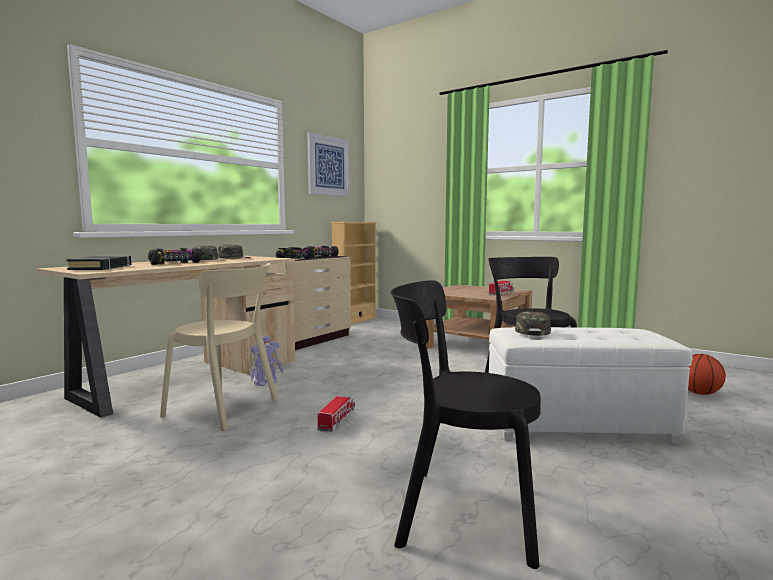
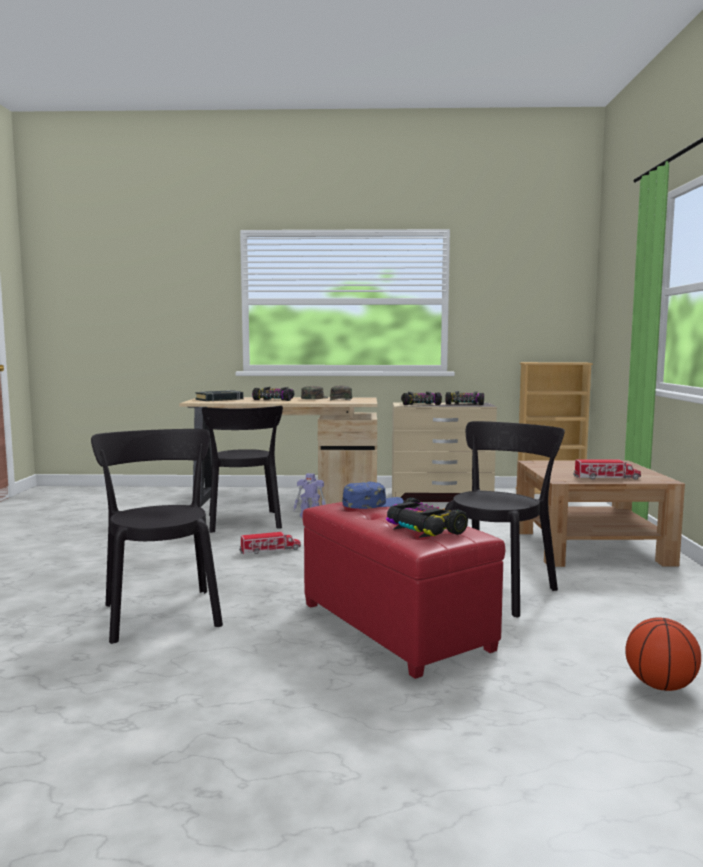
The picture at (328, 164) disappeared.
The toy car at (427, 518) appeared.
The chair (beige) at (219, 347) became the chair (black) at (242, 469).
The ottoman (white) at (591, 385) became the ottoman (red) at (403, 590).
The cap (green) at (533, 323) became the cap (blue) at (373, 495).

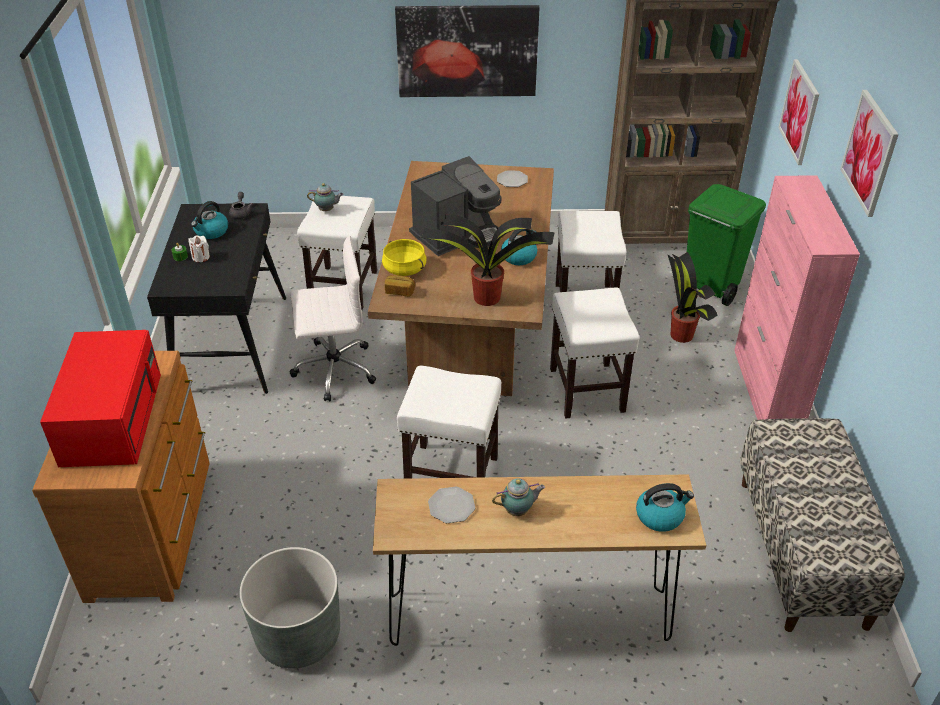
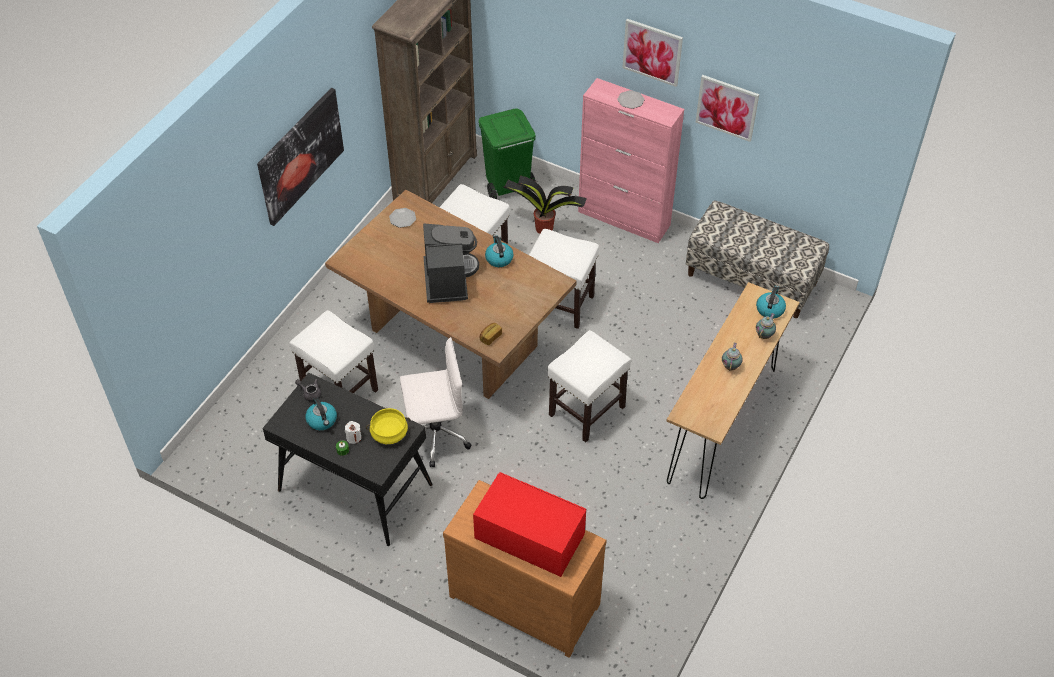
The planter (grey) at (289, 608) disappeared.
The potted plant at (487, 260) disappeared.
The teapot moved from (325, 197) to (766, 326).
The cooking pot (yellow) moved from (404, 257) to (388, 426).
The plate moved from (451, 505) to (631, 99).
The picture moved from (798, 112) to (727, 108).
The office chair (white) at (333, 319) turned 60 degrees clockwise.

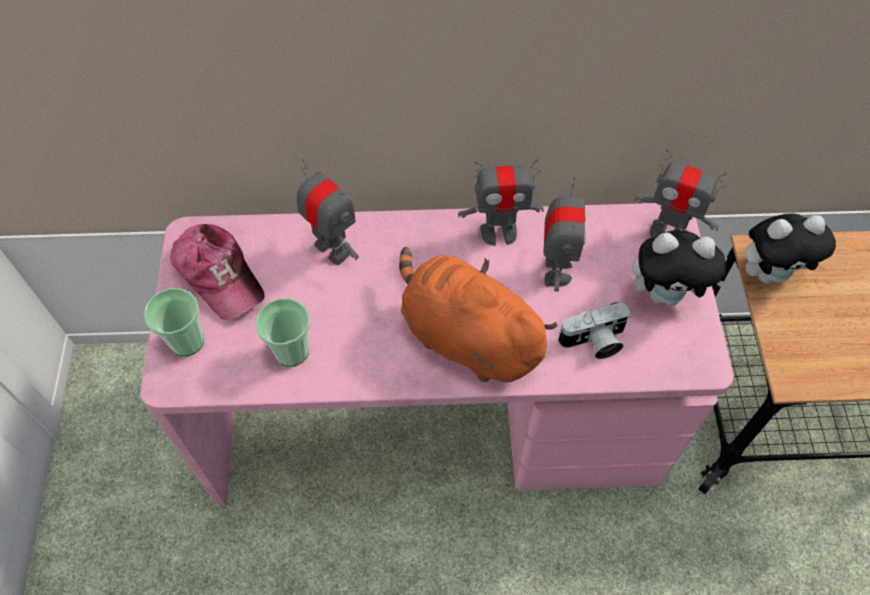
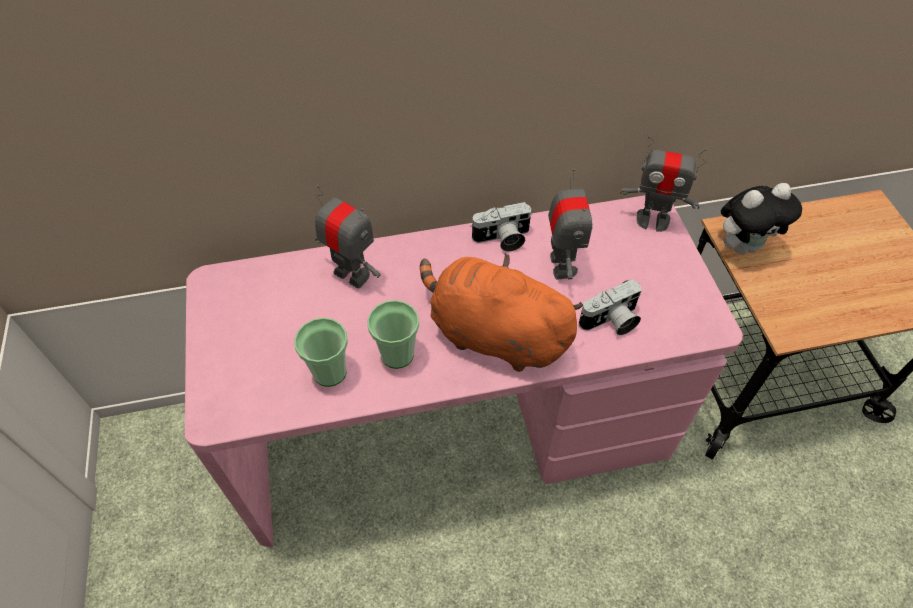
The cap at (217, 272) disappeared.
The plush toy at (679, 268) disappeared.
The cup moved from (174, 322) to (393, 334).
The toy robot at (501, 202) was replaced by the photo camera at (501, 227).

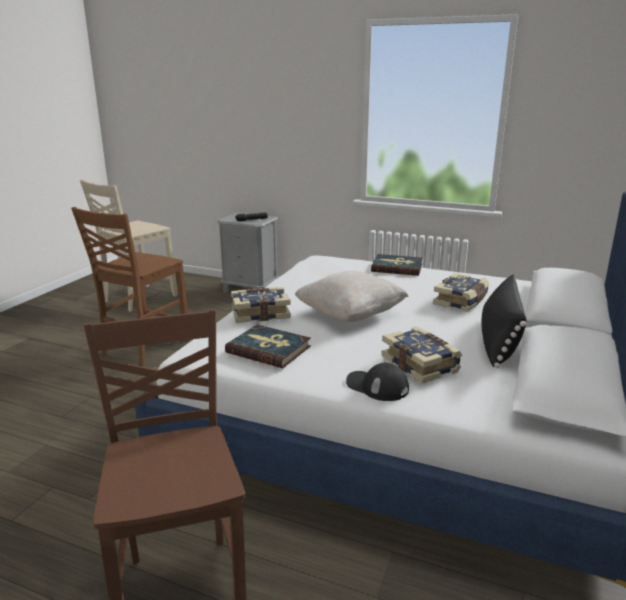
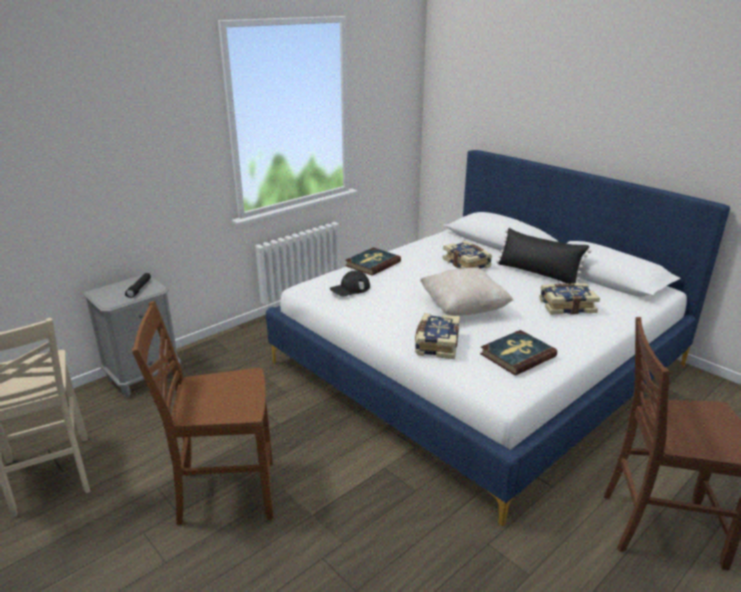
The cap (black) moved from (377, 381) to (350, 283).
The chair (brown) at (130, 286) turned 120 degrees clockwise.

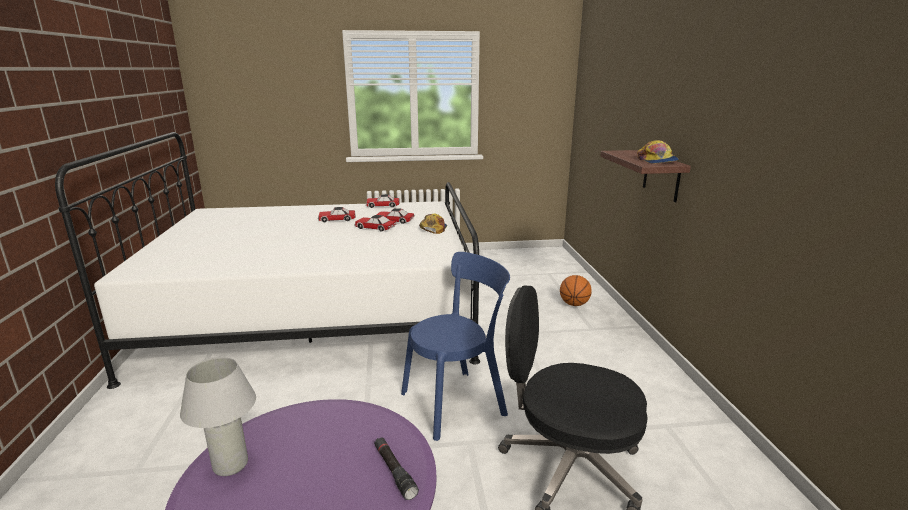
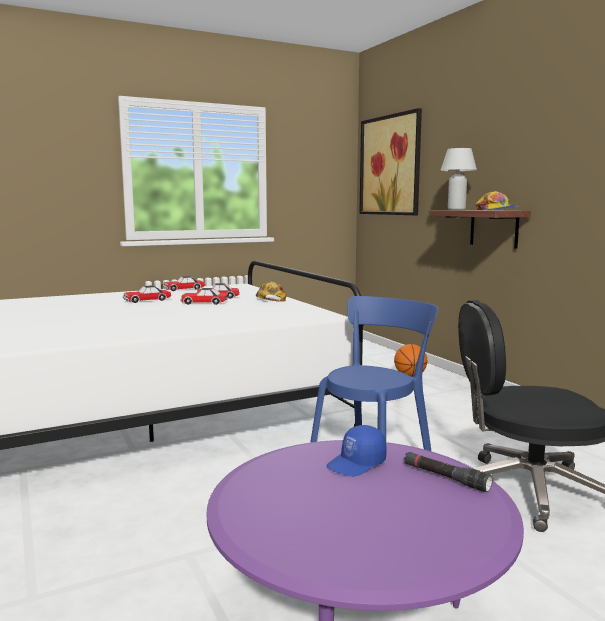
The cap (blue) at (356, 451) appeared.
The picture at (390, 161) appeared.
The table lamp (white) moved from (218, 416) to (458, 179).

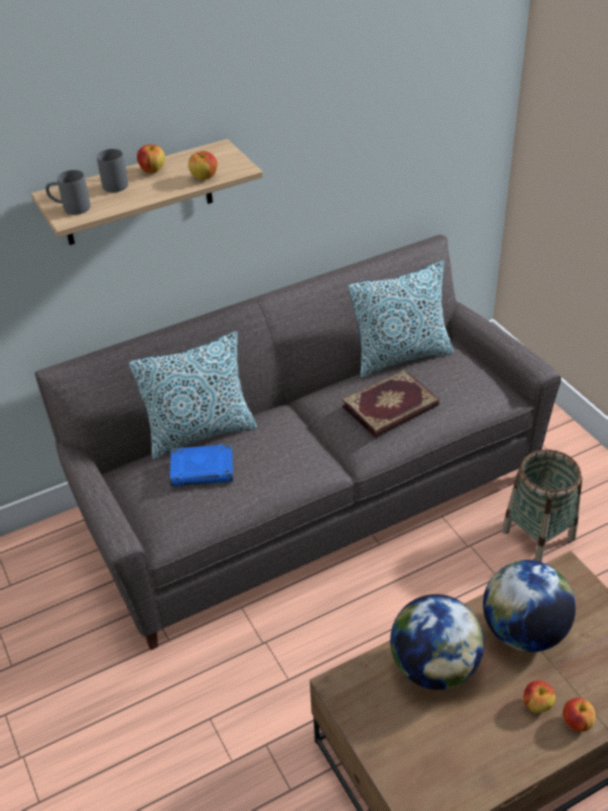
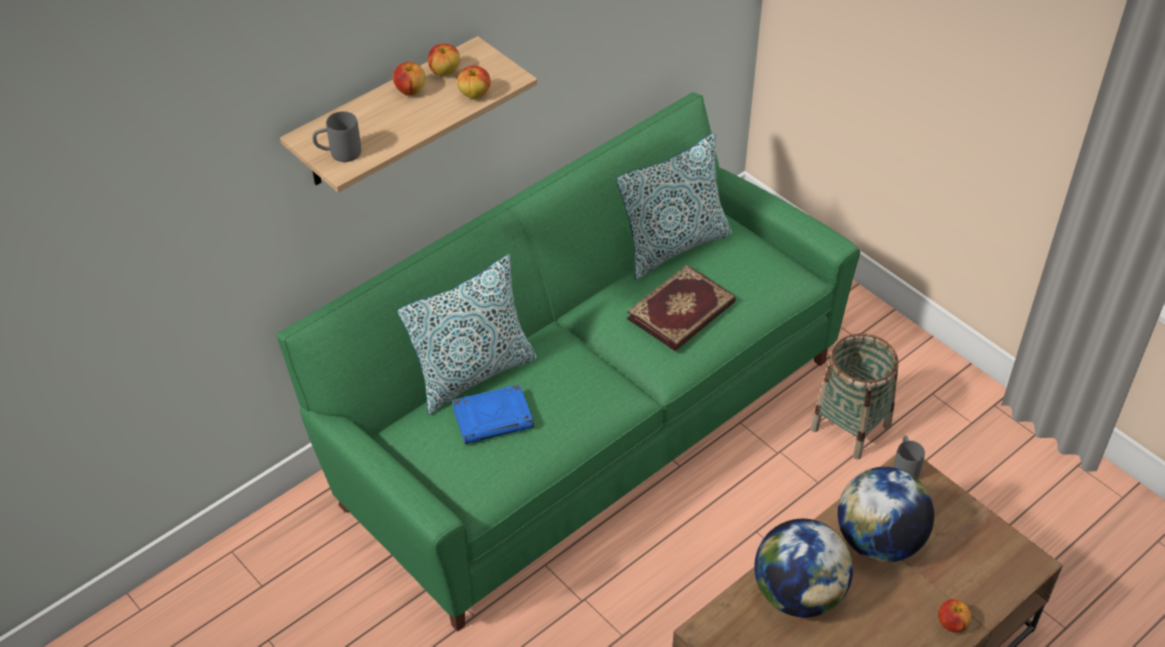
The mug (grey) moved from (112, 170) to (909, 457).
The apple moved from (540, 697) to (444, 60).
The sofa (grey) at (298, 442) became the sofa (green) at (568, 362).

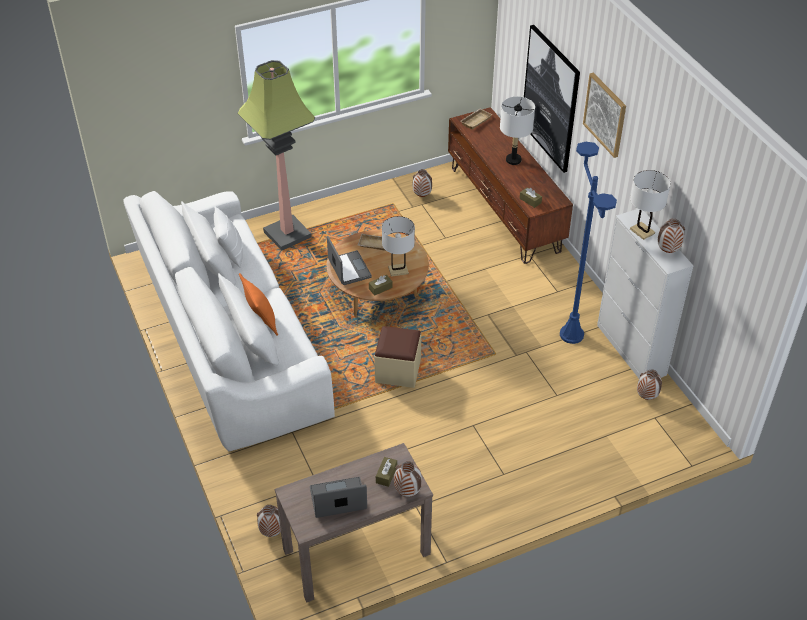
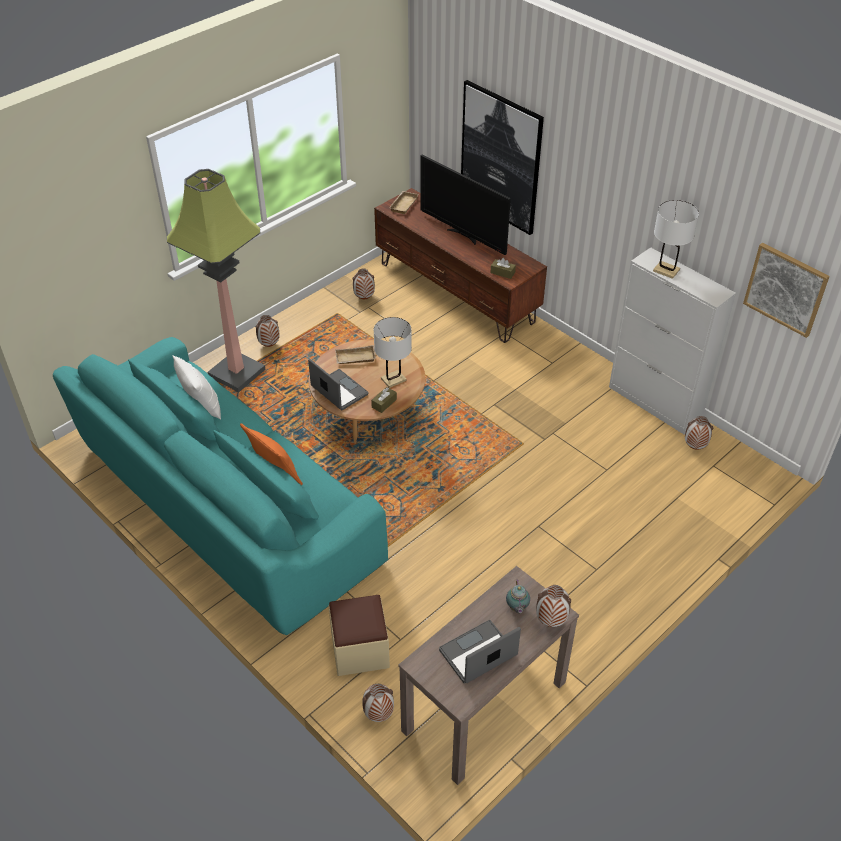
The floor lamp (blue) at (588, 243) disappeared.
The ottoman (beige) moved from (397, 357) to (359, 635).
The picture moved from (604, 115) to (786, 290).
The vase moved from (671, 235) to (267, 331).
The tissue box (brown) at (386, 472) was replaced by the teapot at (518, 596).
The table lamp (white) at (517, 130) was replaced by the television at (466, 204).
The sofa (white) at (229, 321) became the sofa (turquoise) at (220, 486).

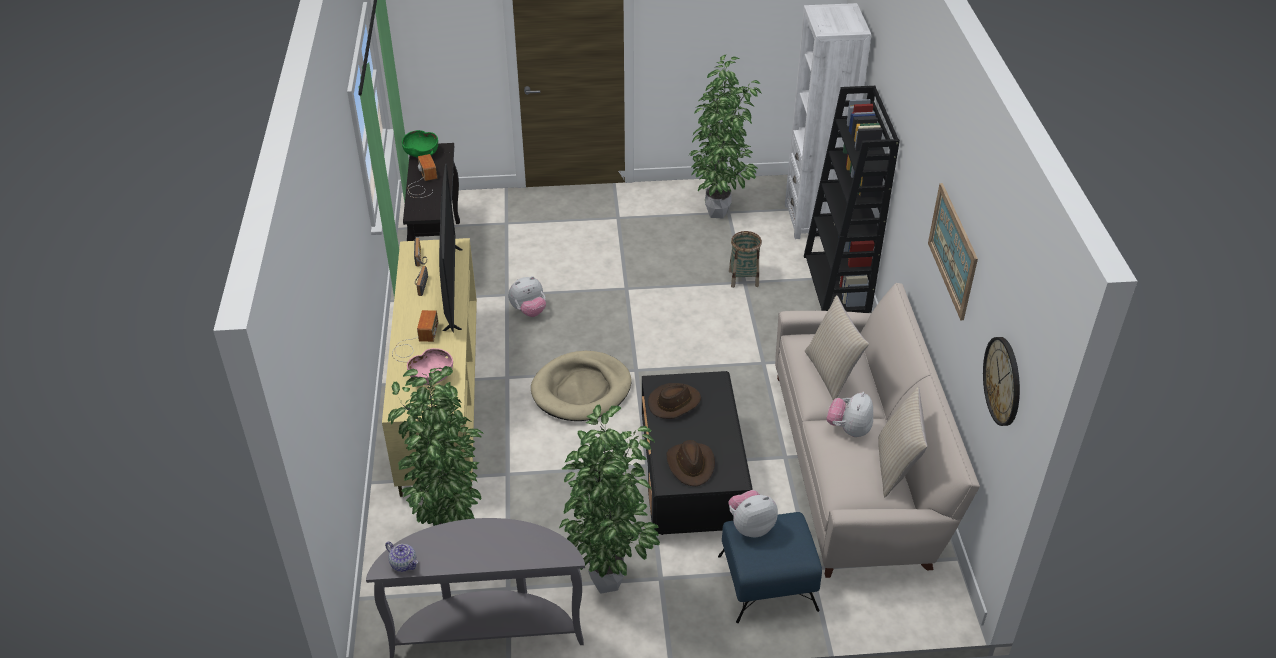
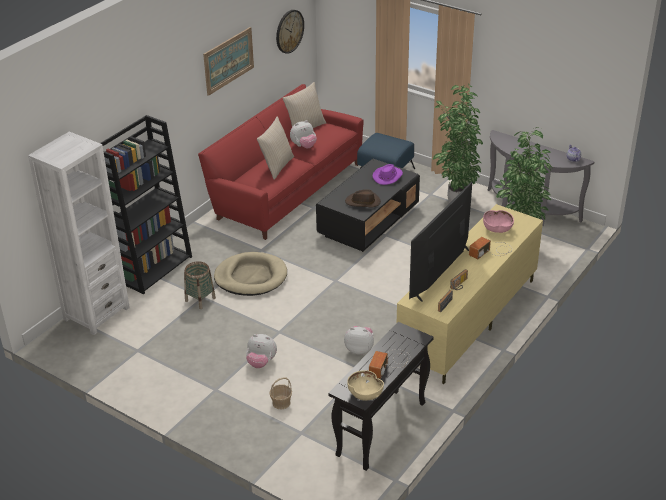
The potted plant at (725, 136) disappeared.
The basket at (280, 393) appeared.
The dog bed (beige) moved from (581, 386) to (250, 274).
The plush toy moved from (753, 513) to (261, 351).
The bowl (green) at (420, 144) became the bowl (beige) at (365, 385).
The hat (brown) at (690, 463) became the hat (purple) at (387, 174).
The sofa (beige) at (877, 430) became the sofa (red) at (281, 162).

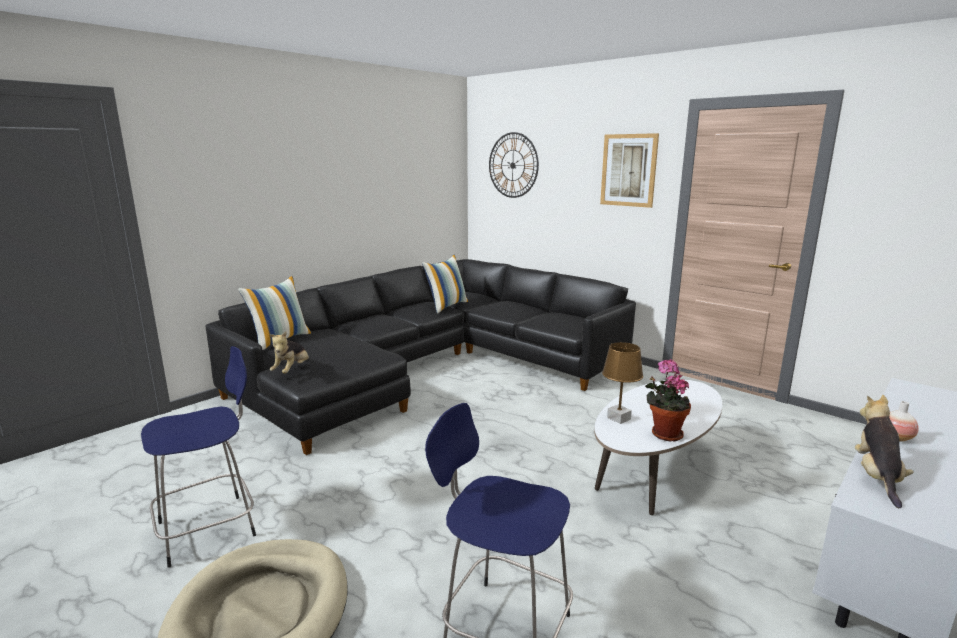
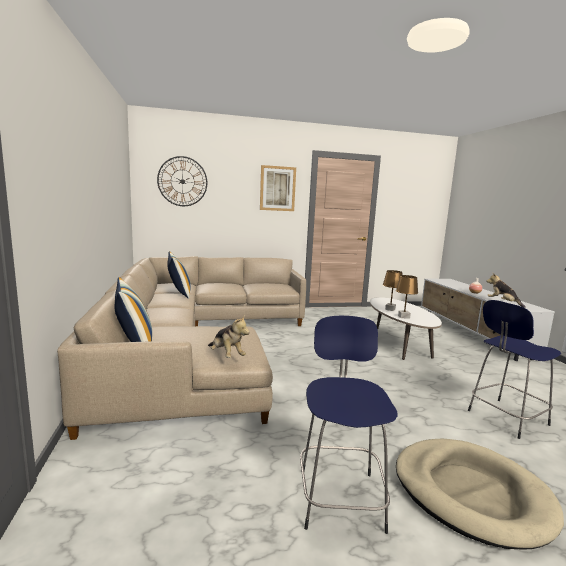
The potted plant at (668, 400) disappeared.
The table lamp (brown) at (393, 290) appeared.
The sofa (black) at (420, 357) became the sofa (beige) at (181, 348).

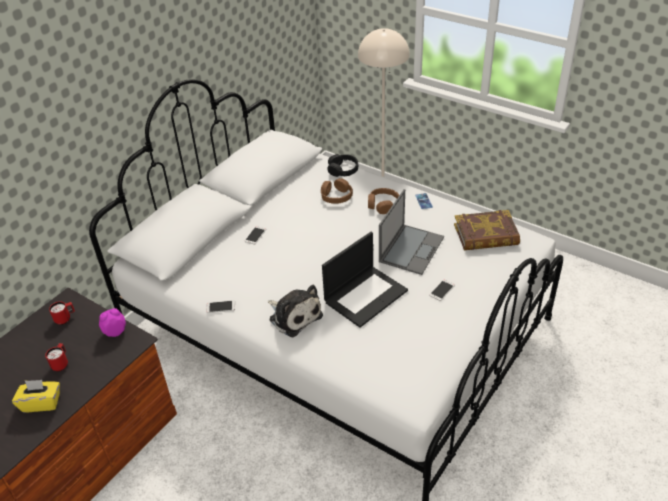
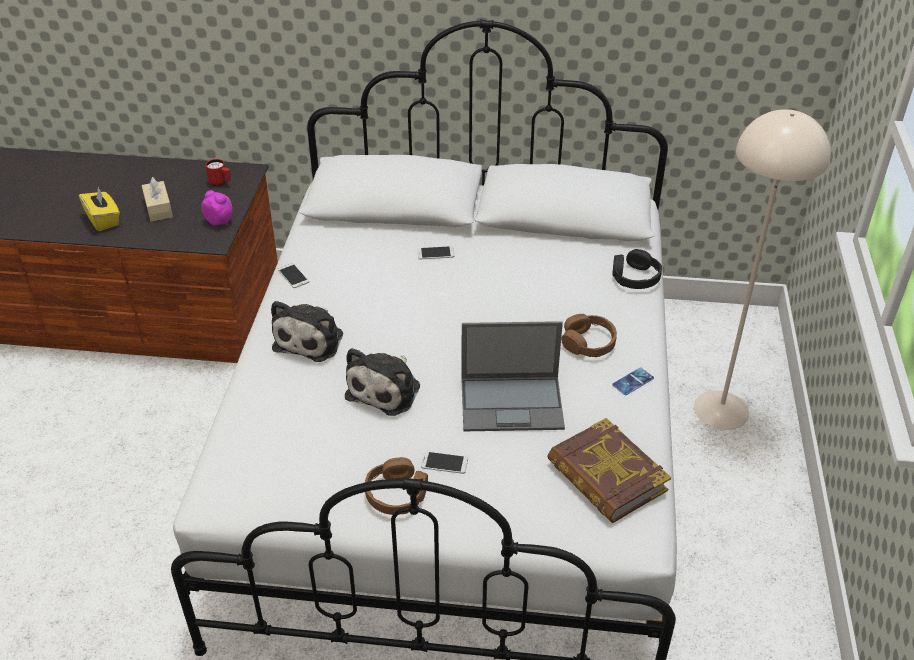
The headphones (brown) moved from (337, 191) to (396, 486).
The mug (red) at (56, 357) was replaced by the tissue box (beige) at (157, 199).
The laptop at (365, 280) was replaced by the plush toy at (382, 382).

